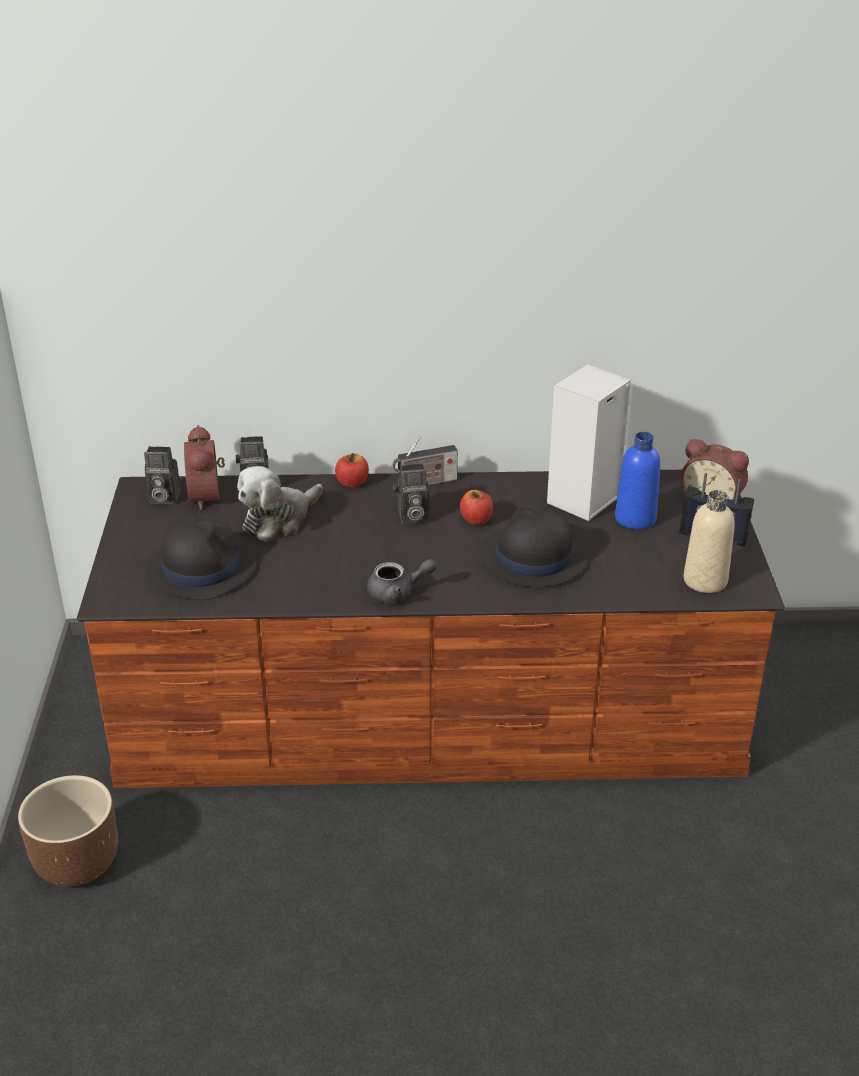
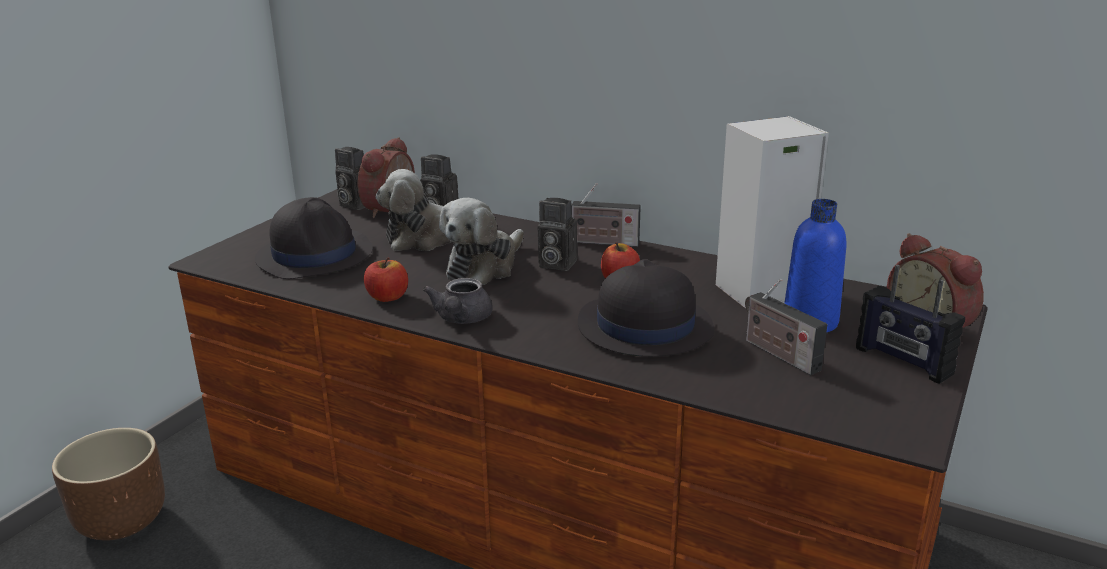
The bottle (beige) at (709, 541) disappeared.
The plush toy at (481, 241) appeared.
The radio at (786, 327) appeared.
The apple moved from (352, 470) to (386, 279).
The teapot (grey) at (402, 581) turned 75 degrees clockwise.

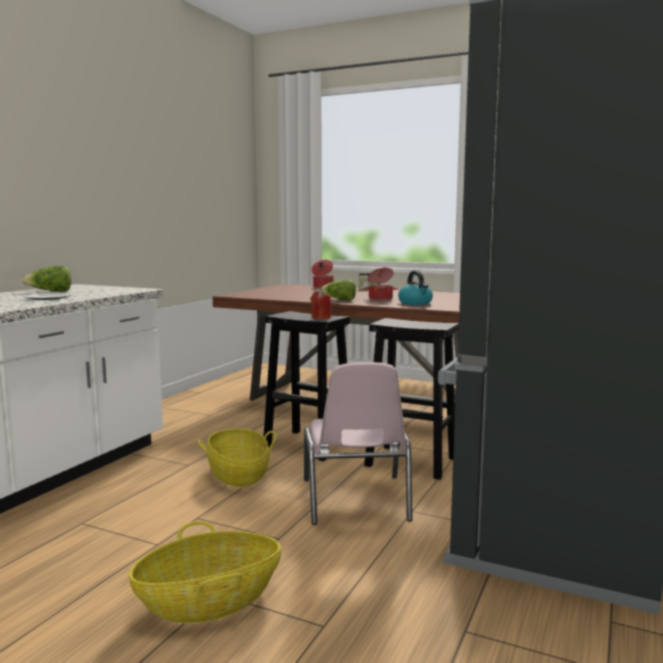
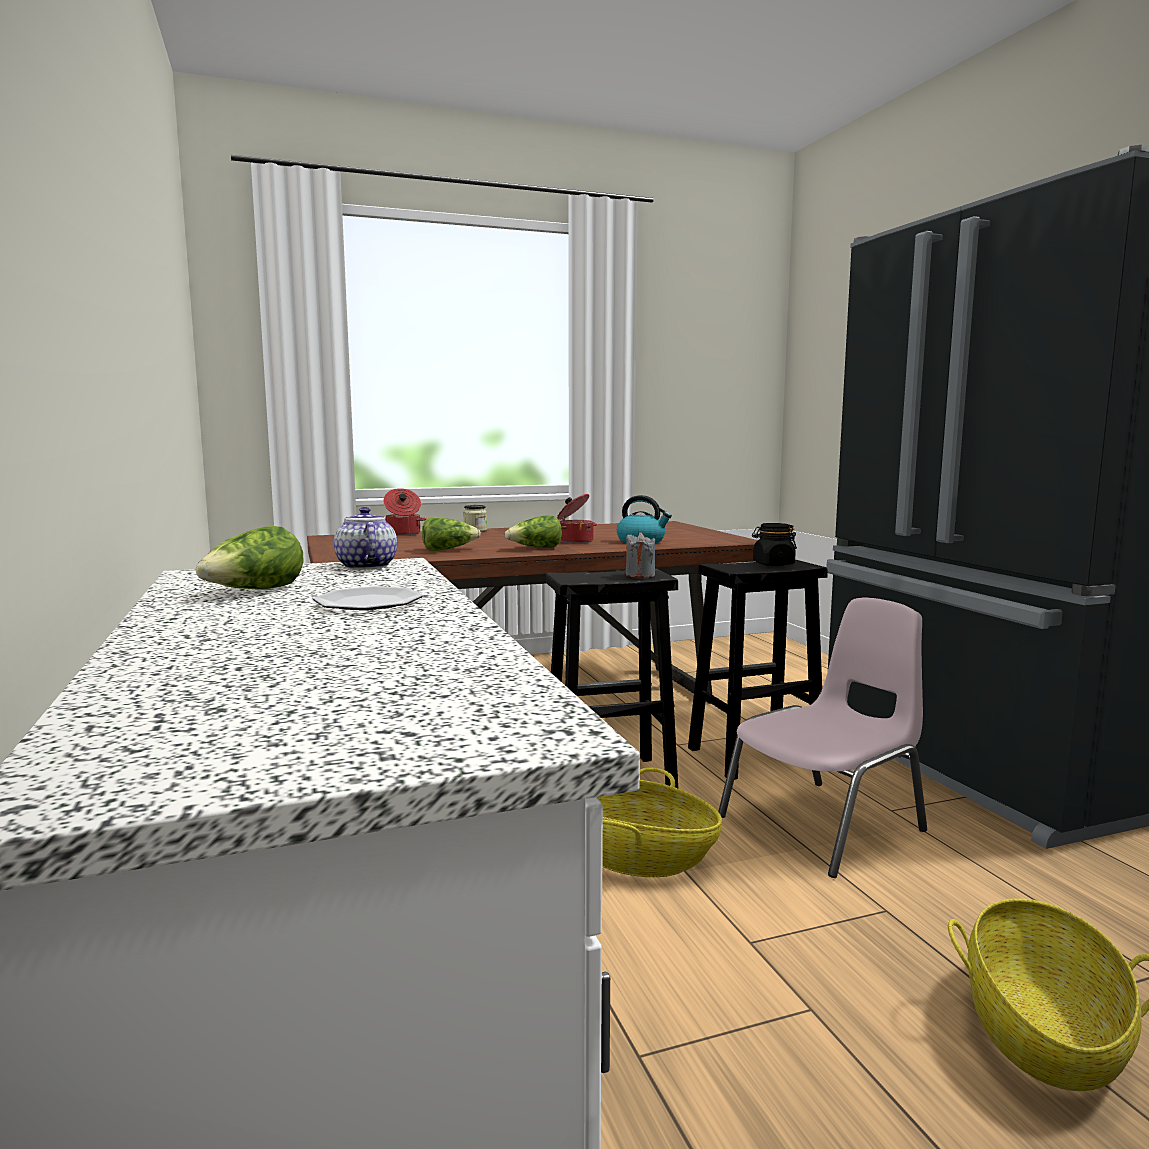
The teapot at (365, 538) appeared.
The lettuce at (451, 534) appeared.
The jar (black) at (774, 544) appeared.
The candle (red) at (320, 304) became the candle (grey) at (640, 555).
The chair (pink) at (358, 443) turned 75 degrees counterclockwise.

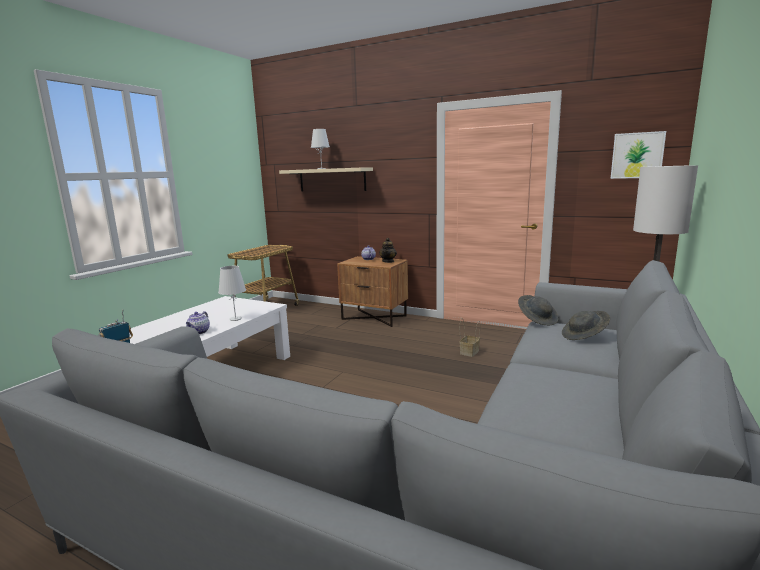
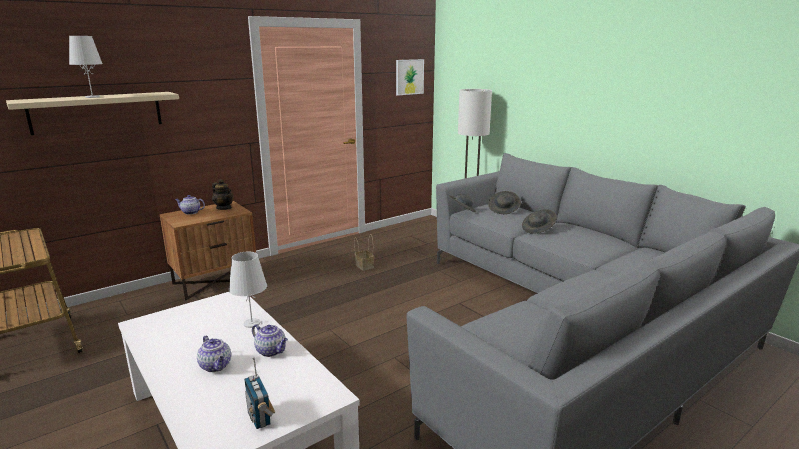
The teapot at (214, 353) appeared.
The hat (grey) at (539, 221) appeared.

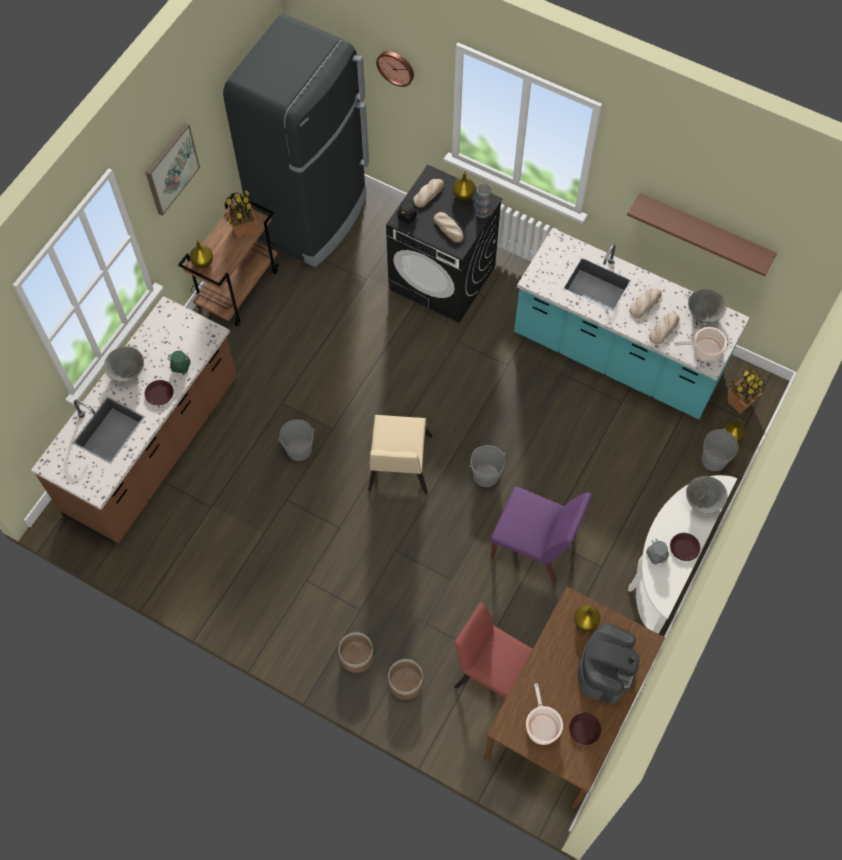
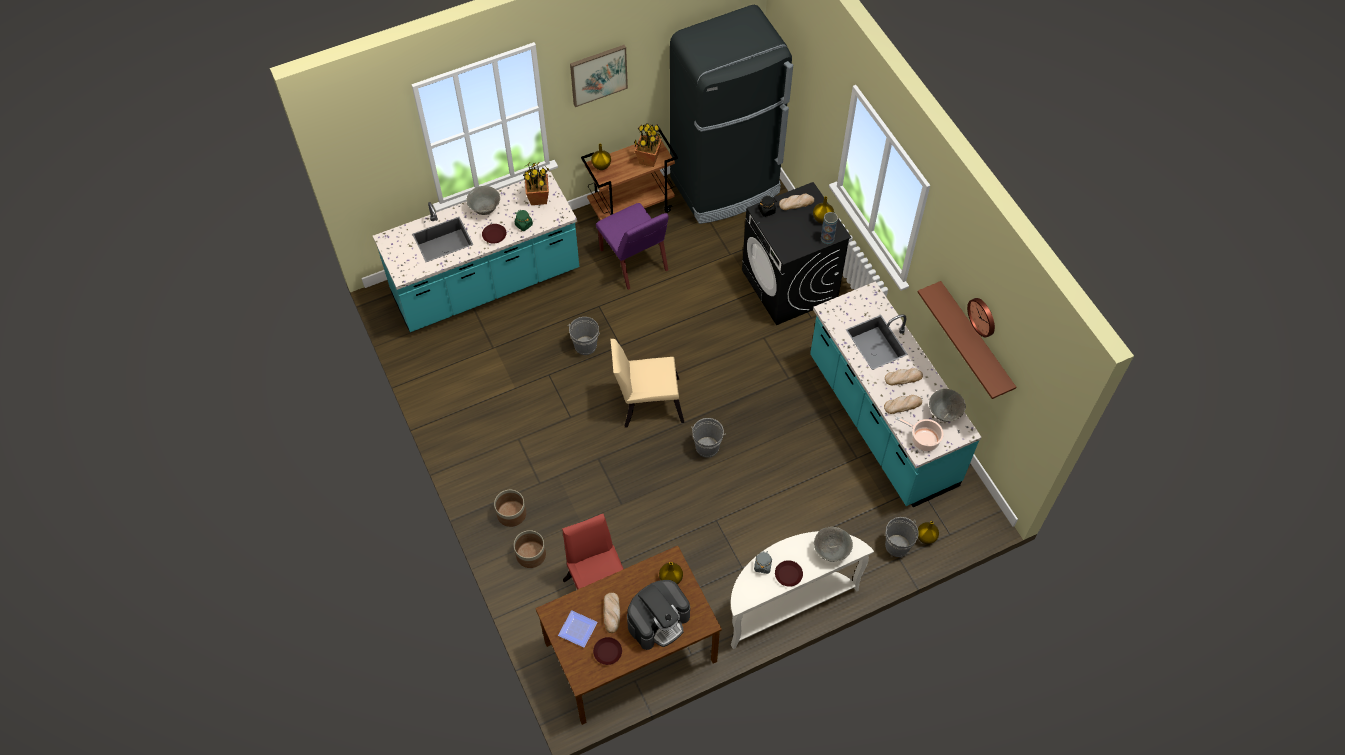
The wall clock moved from (395, 69) to (981, 317).
The bread moved from (448, 227) to (612, 613).
The chair (purple) moved from (541, 535) to (632, 246).
The potted plant moved from (746, 392) to (536, 183).
The cooking pot at (544, 714) was replaced by the plate at (578, 628).
The counter (brown) at (134, 420) became the counter (turquoise) at (476, 251).
The chair (beige) at (400, 454) turned 45 degrees clockwise.

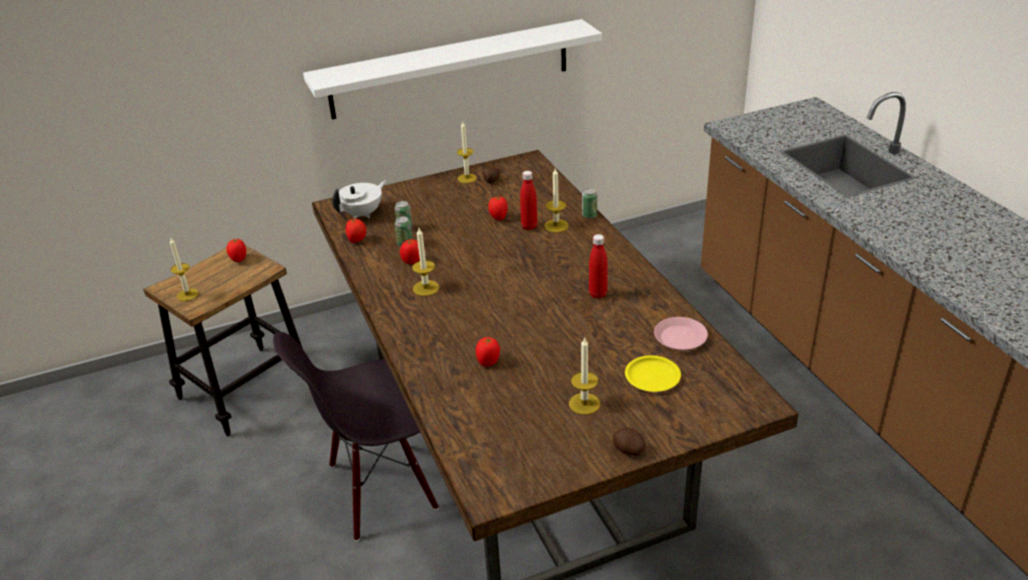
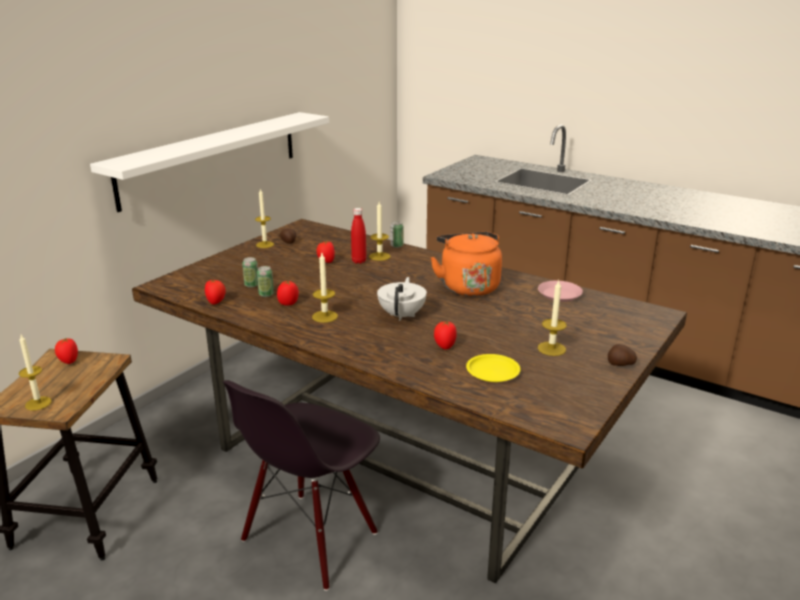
The teapot (white) moved from (359, 199) to (402, 299).
The plate (yellow) moved from (653, 374) to (493, 368).
The bottle (red) at (598, 266) was replaced by the kettle (orange) at (466, 264).

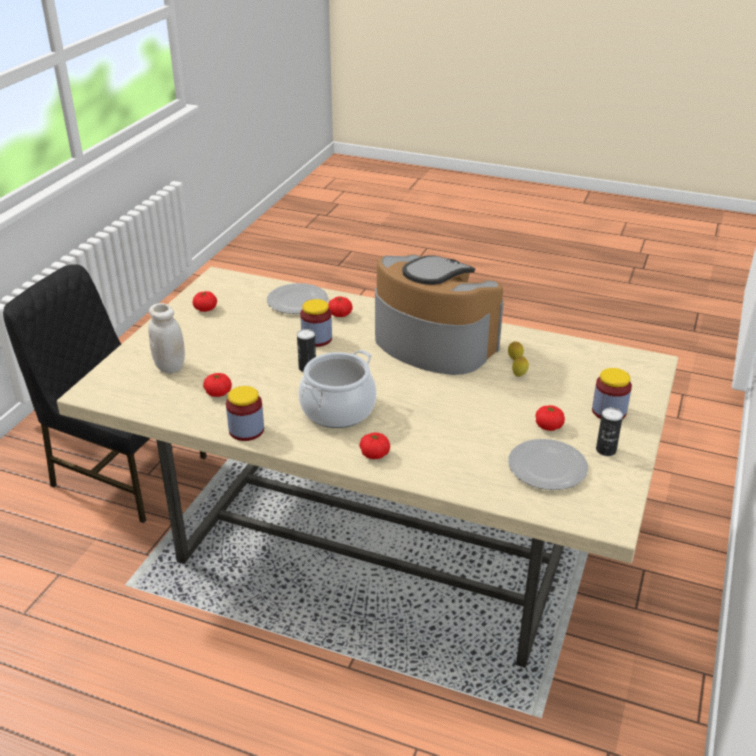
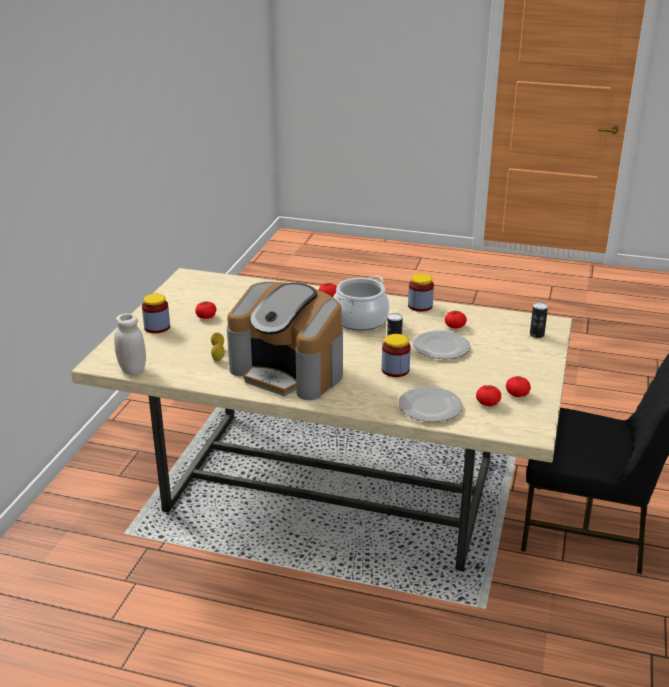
The jar (white) moved from (166, 338) to (130, 344).
The tomato moved from (340, 306) to (488, 395).
The plate moved from (548, 464) to (441, 345).
The can moved from (609, 432) to (539, 320).

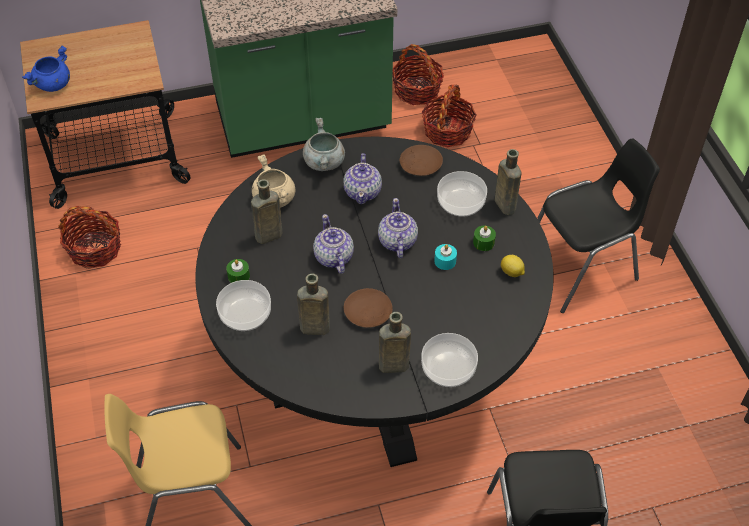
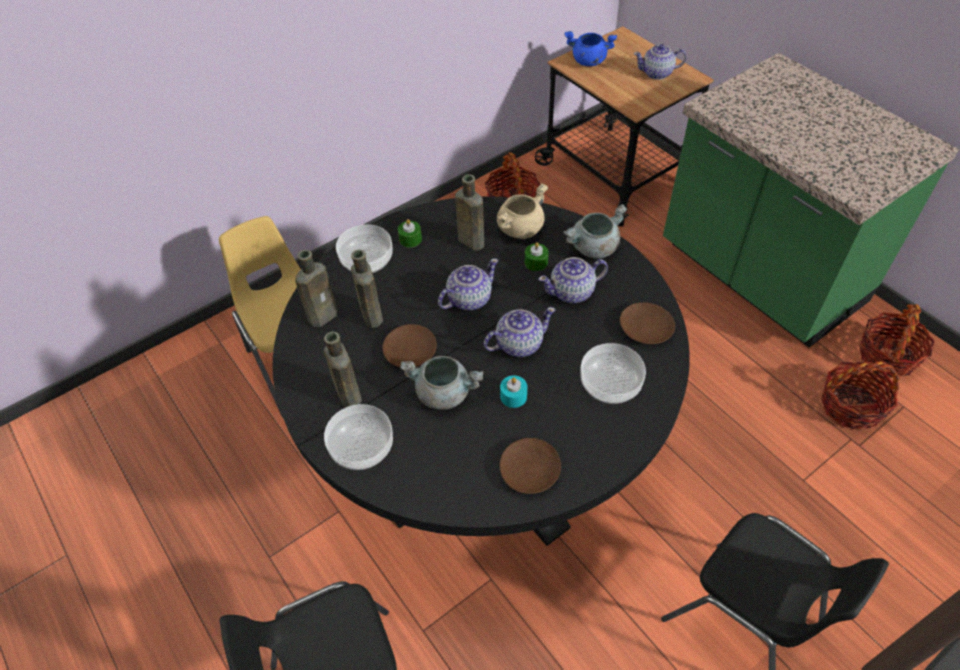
The cooking pot (grey) at (442, 383) appeared.
The teapot at (660, 62) appeared.
The candle (green) moved from (484, 238) to (537, 256).
The bottle (brown) moved from (508, 182) to (316, 288).
The lemon at (513, 266) was replaced by the plate (brown) at (530, 466).

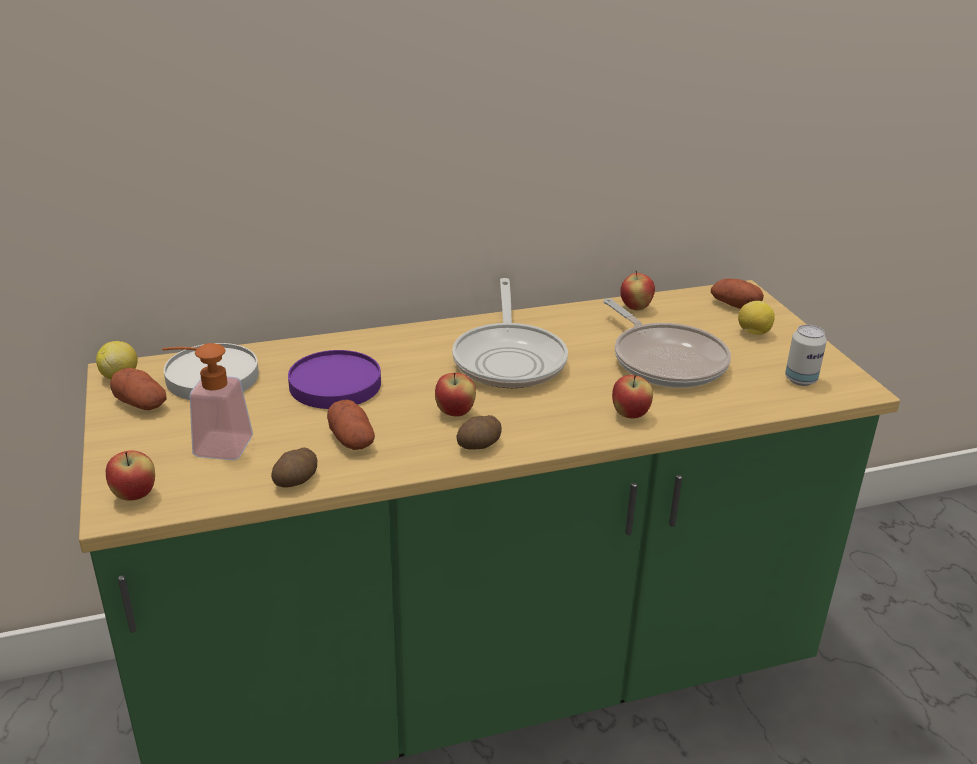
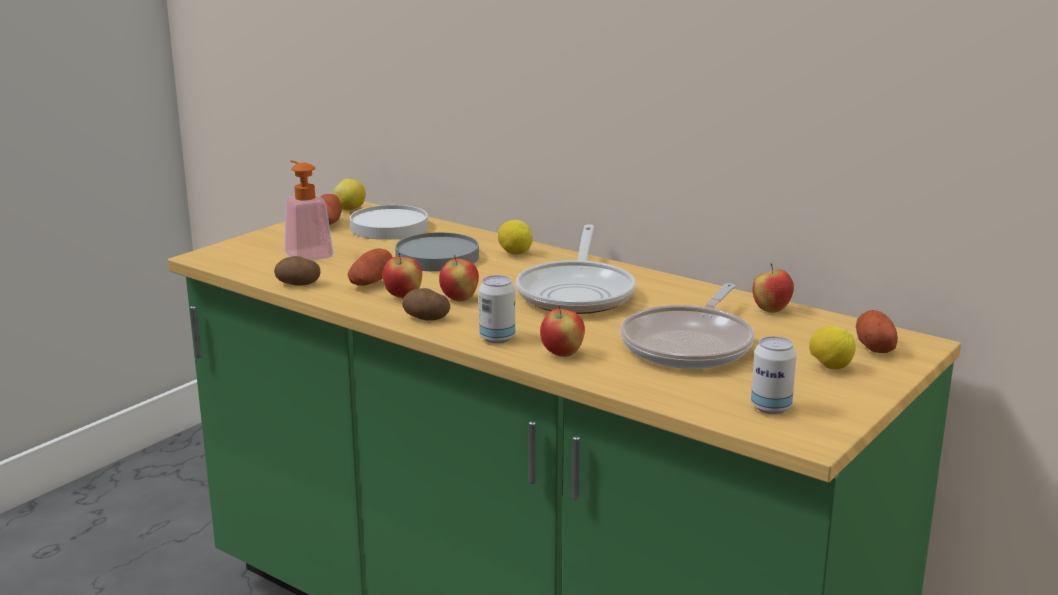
The can at (497, 309) appeared.
The lemon at (515, 237) appeared.
The apple moved from (130, 475) to (402, 275).
The plate (purple) at (334, 379) became the plate (grey) at (437, 251).
The frying pan at (510, 333) turned 45 degrees counterclockwise.

